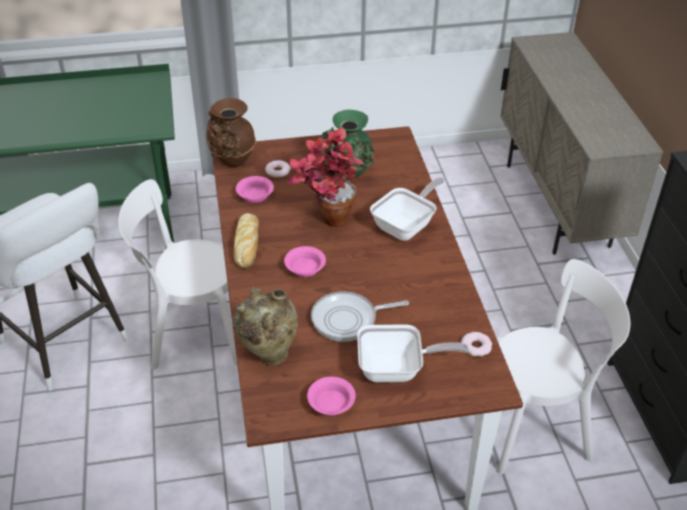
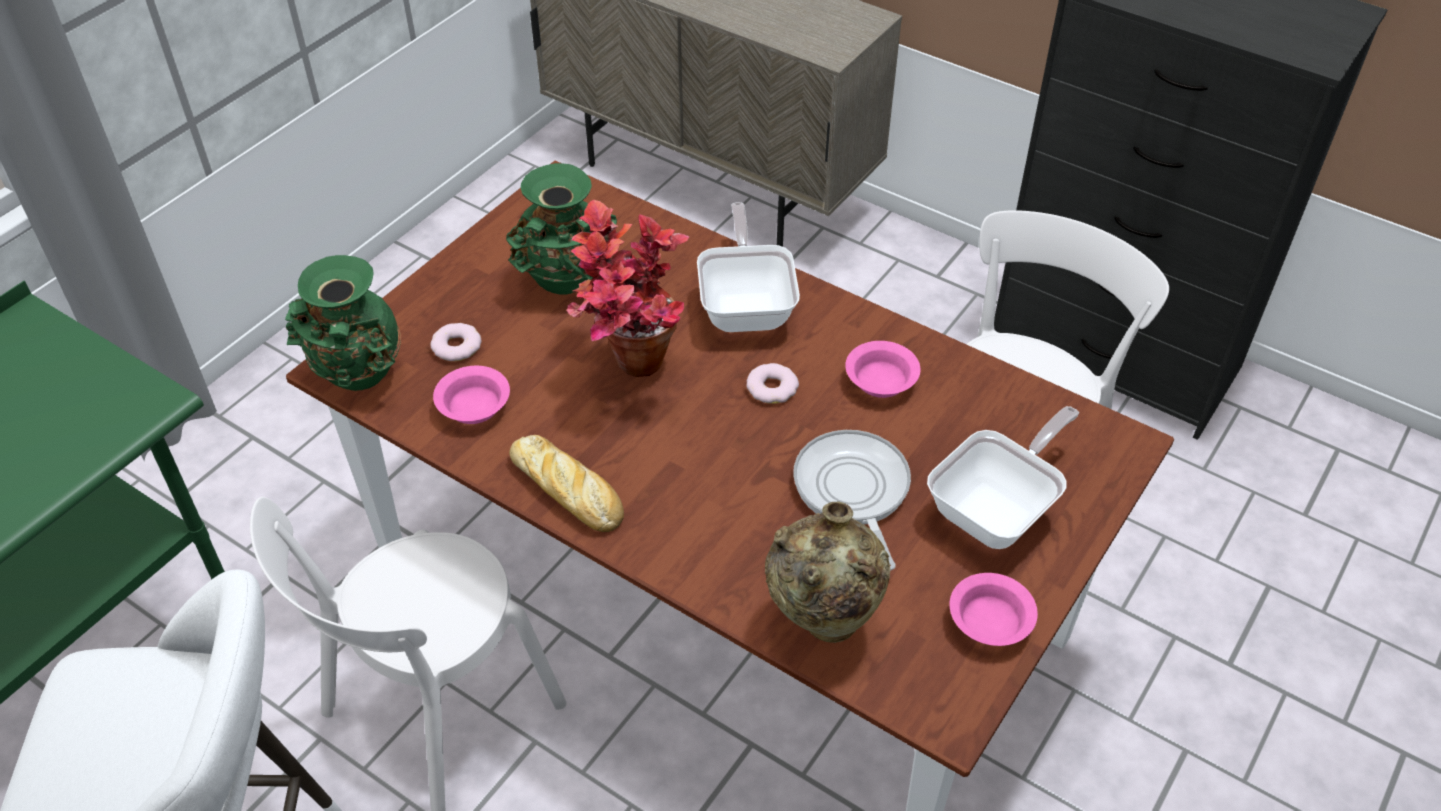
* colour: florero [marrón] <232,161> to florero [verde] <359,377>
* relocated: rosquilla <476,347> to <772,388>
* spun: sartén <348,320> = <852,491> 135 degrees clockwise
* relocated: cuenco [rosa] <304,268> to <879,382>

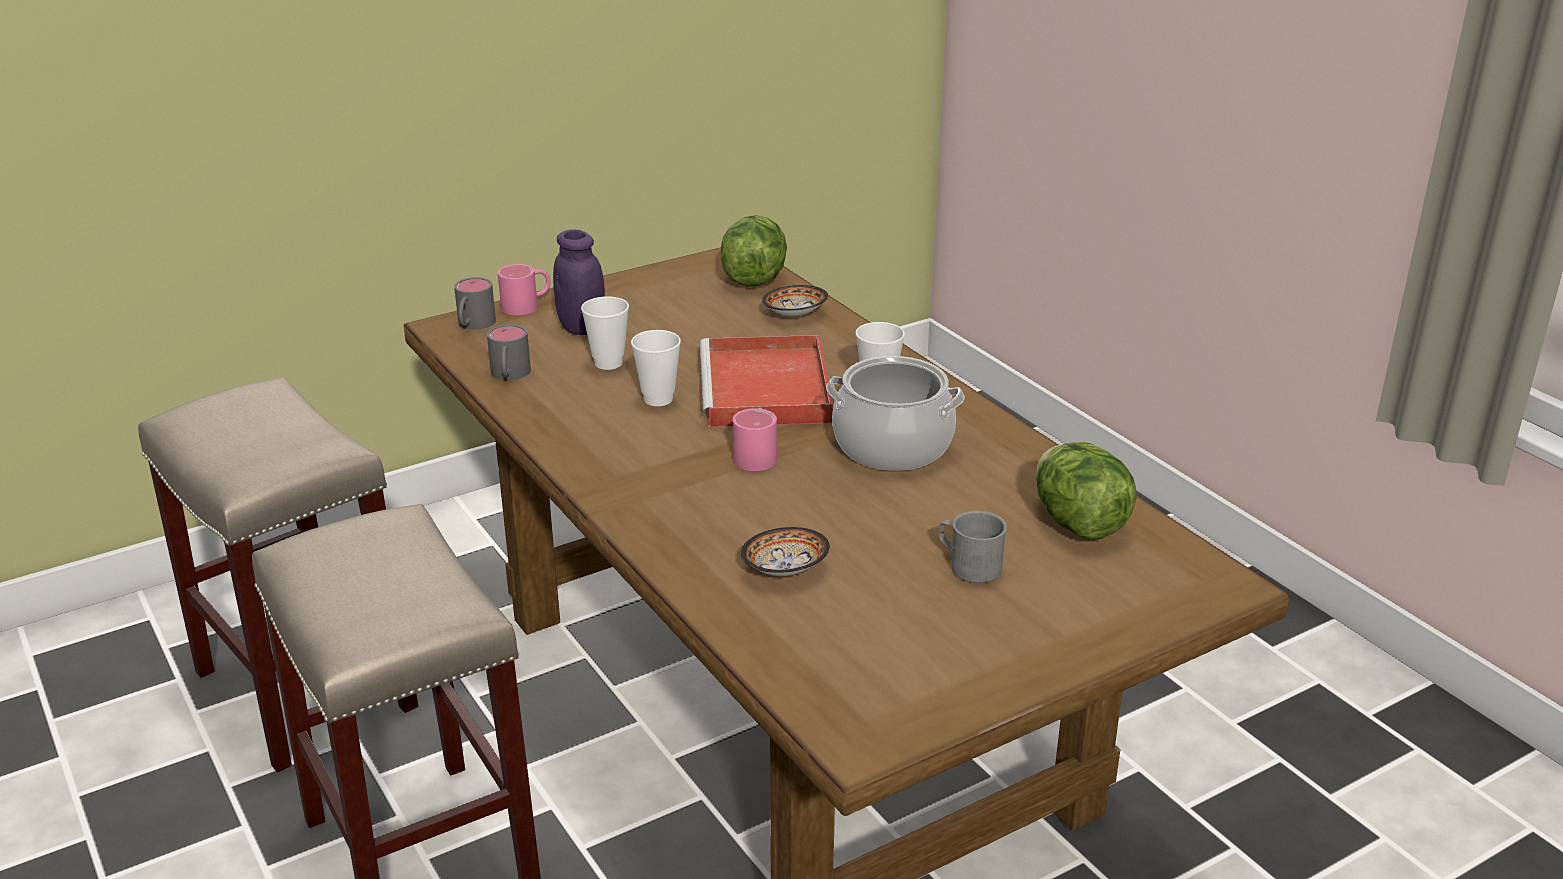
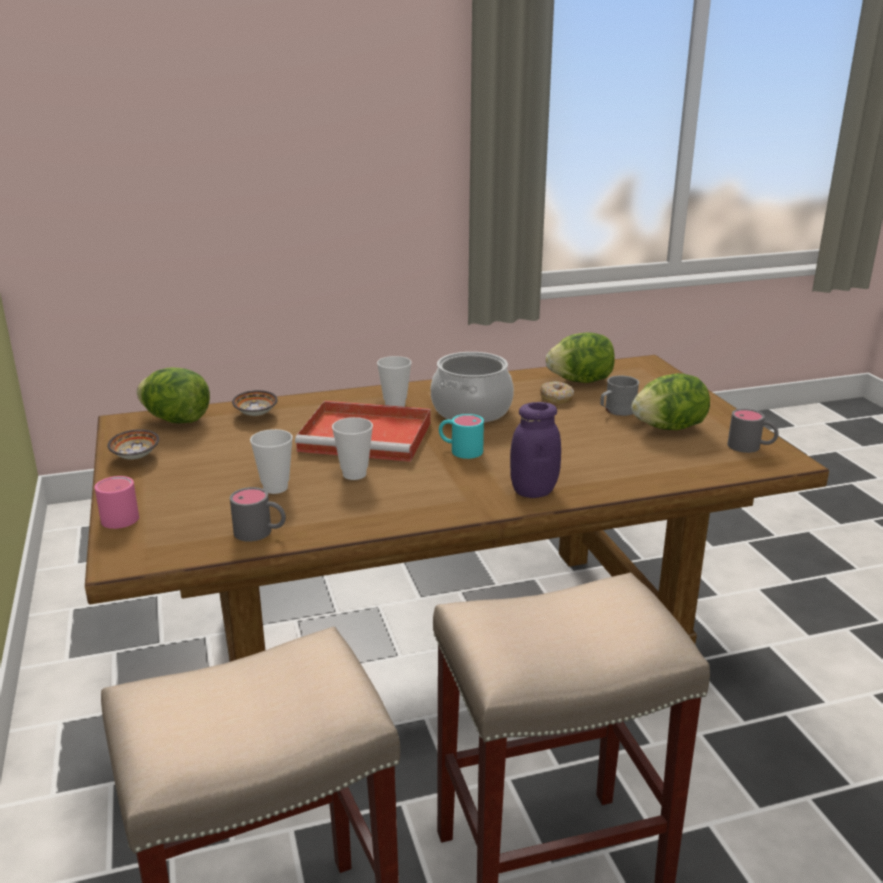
* relocated: cuenco <783,569> to <134,457>
* colour: taza grande [rosa] <756,454> to taza grande [turquesa] <460,450>
* relocated: tarro [morado] <581,328> to <533,491>
* appeared: rosquilla <557,398>
* appeared: lechuga <669,428>
* relocated: taza grande [gris] <473,325> to <751,447>

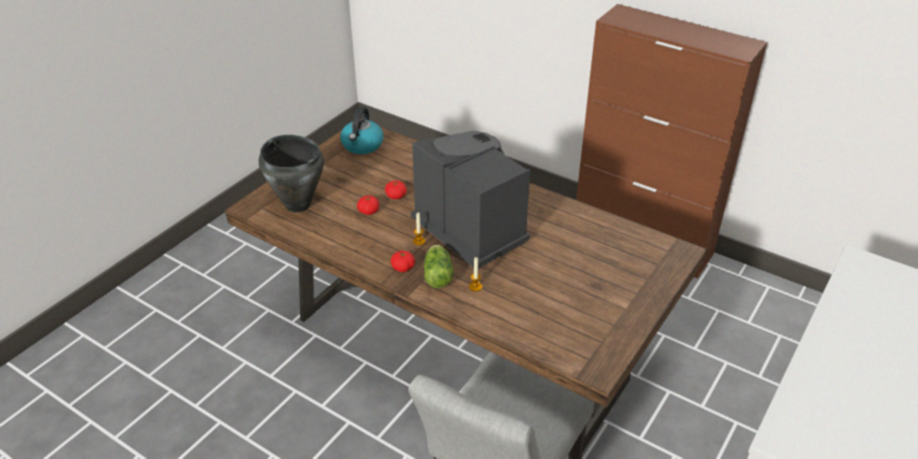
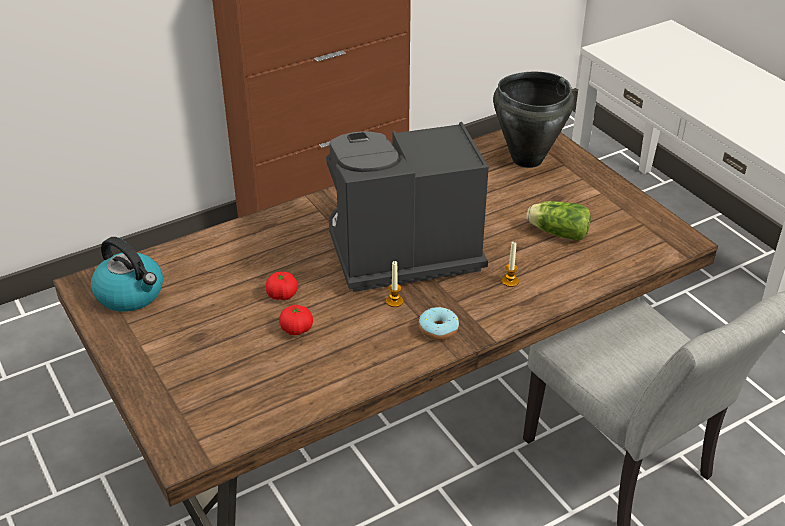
* exchanged: tomate <403,267> to rosquilla <438,329>
* relocated: olla [negro] <298,204> to <526,159>
* relocated: lechuga <438,274> to <556,232>

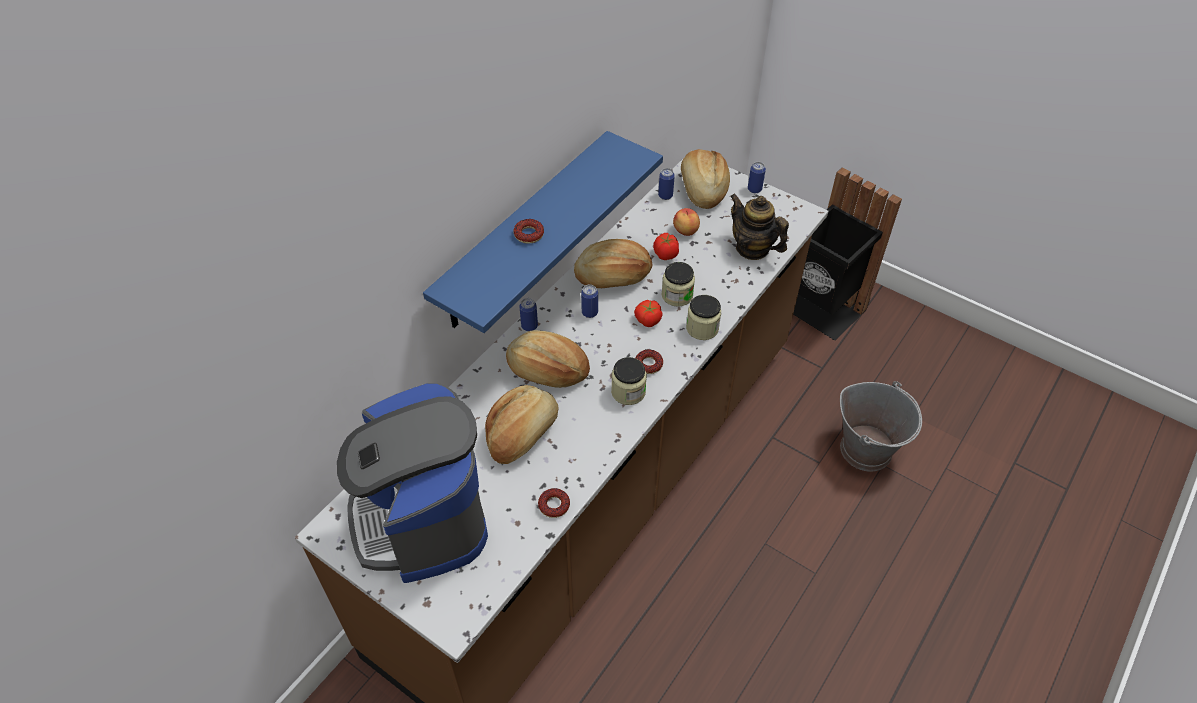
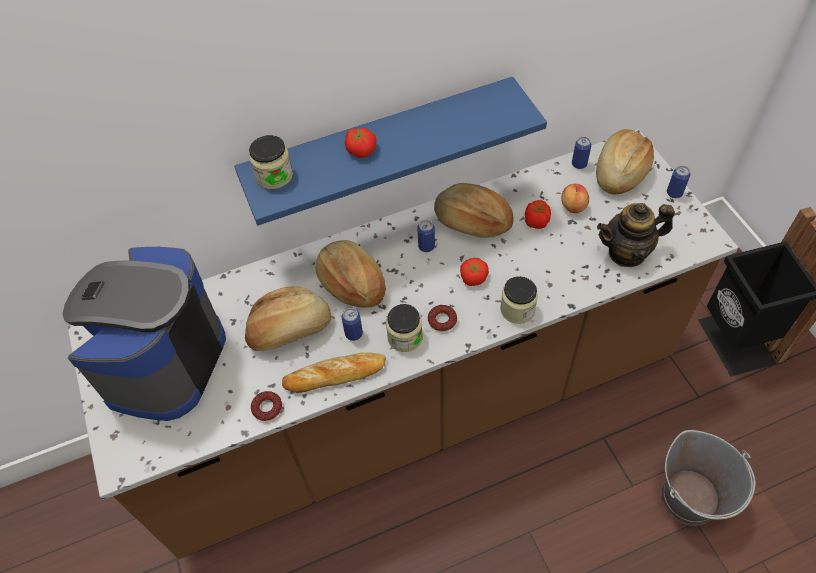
* relocated: tarro <677,295> to <274,176>
* appeared: pan <335,375>
* relocated: lata <529,326> to <354,334>
* exchanged: rosquilla <529,234> to tomate <361,149>
* spun: tetera <753,248> = <627,252> 90 degrees counterclockwise

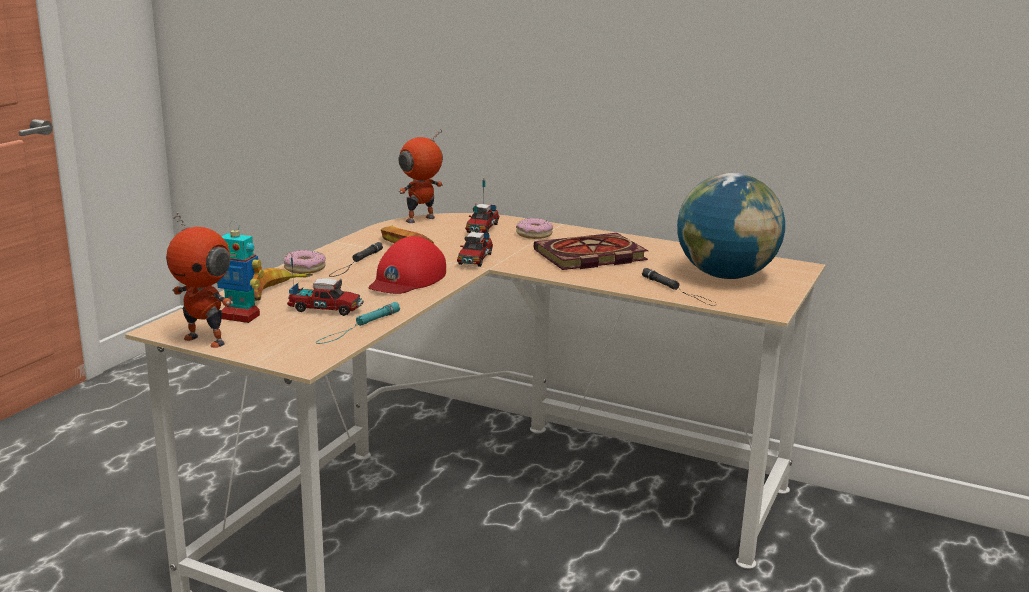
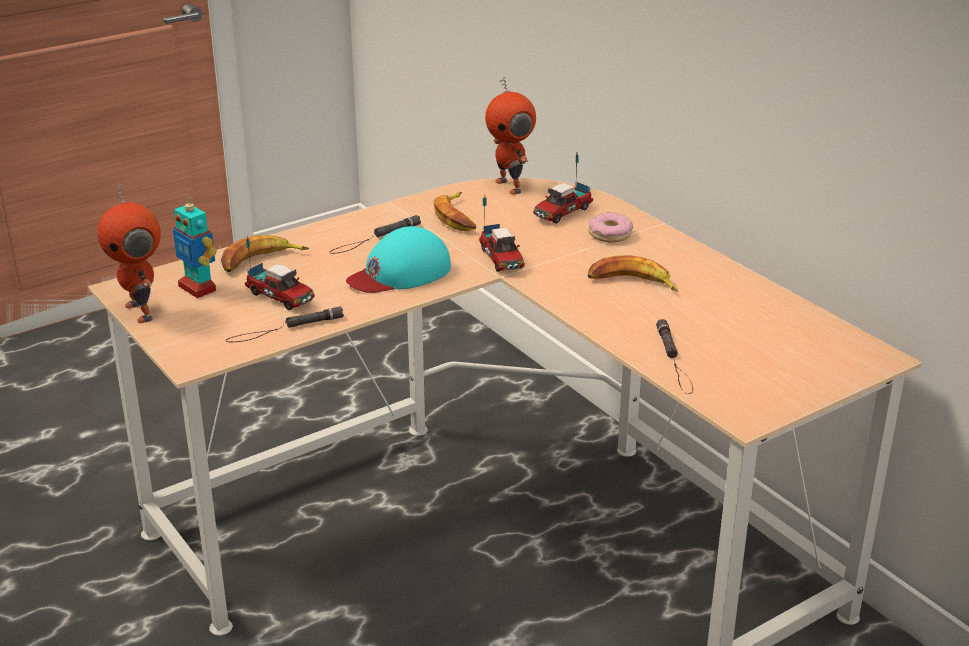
* colour: linterna [turquesa] <358,327> to linterna [negro] <285,329>
* colour: gorra [rojo] <407,279> to gorra [turquesa] <400,273>
* spun: camión de juguete <475,259> = <501,259> 60 degrees counterclockwise
* spun: robot de juguete <421,220> = <510,186> 105 degrees counterclockwise
* exchanged: libro <588,257> to plátano <632,283>
* missing: rosquilla <305,268>
* missing: globo terráqueo <725,276>

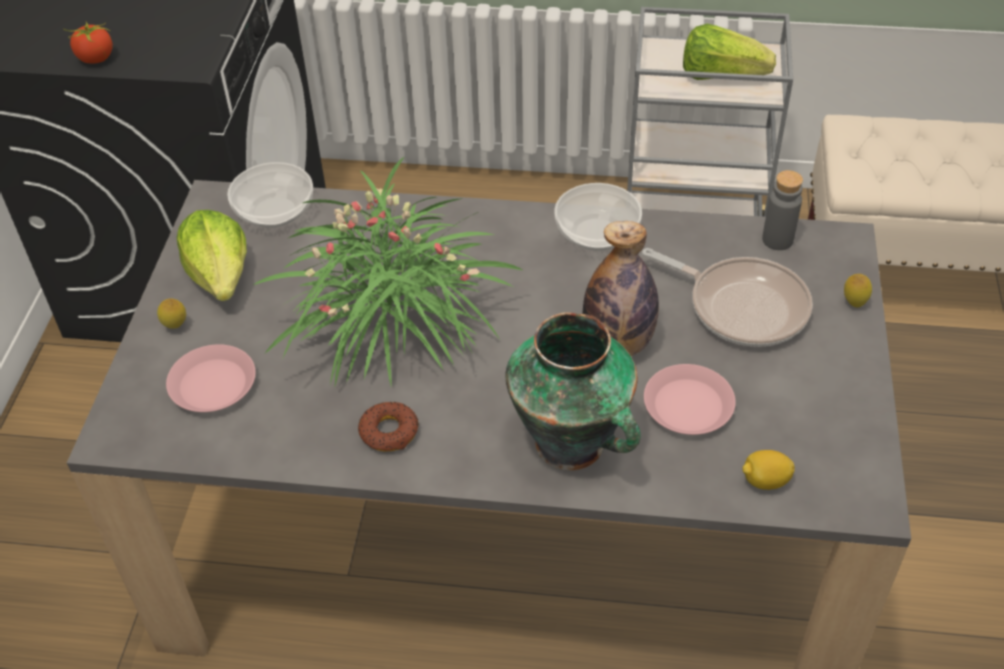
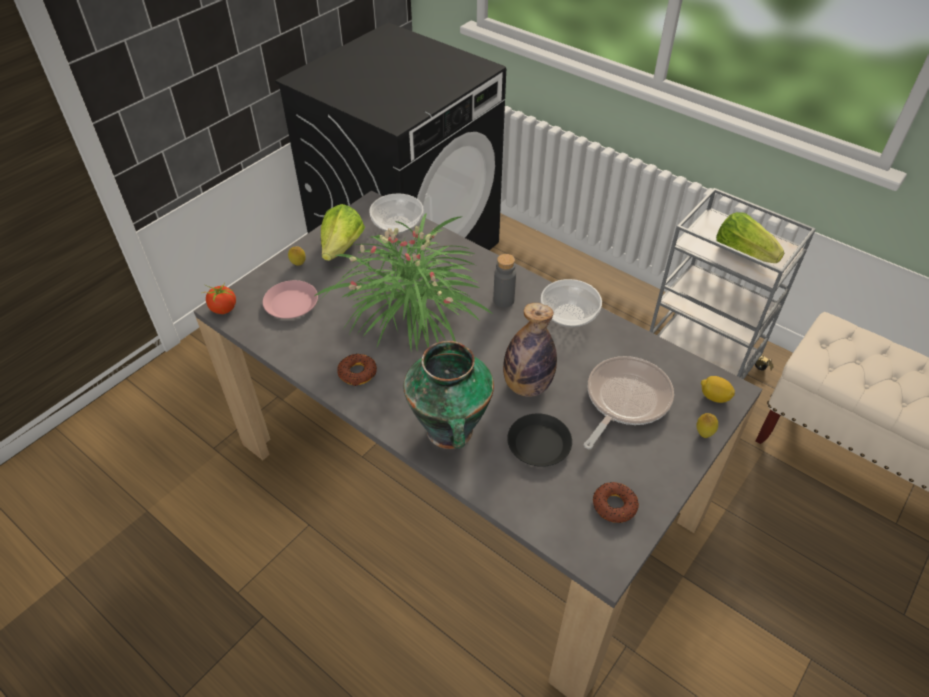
* relocated: tomate <95,59> to <223,309>
* relocated: botella [gris] <777,240> to <503,300>
* colour: plato [rosa] <688,405> to plato [negro] <539,443>
* spun: sartén <741,306> = <625,400> 120 degrees counterclockwise
* appeared: rosquilla <614,505>
* relocated: limón <765,481> to <714,397>

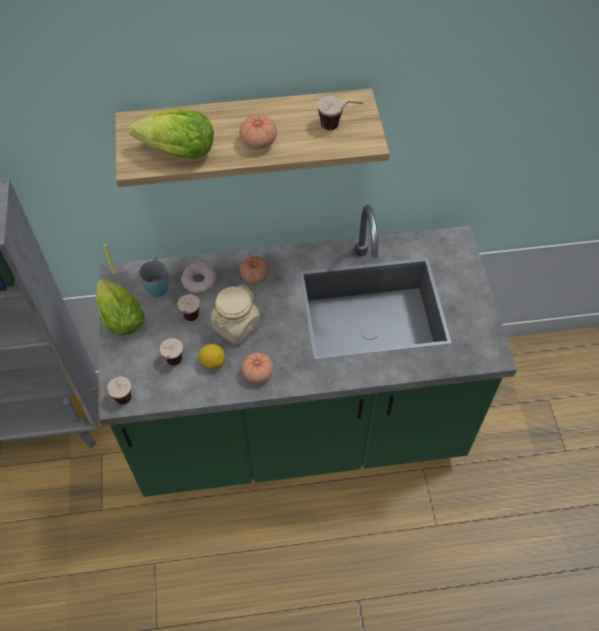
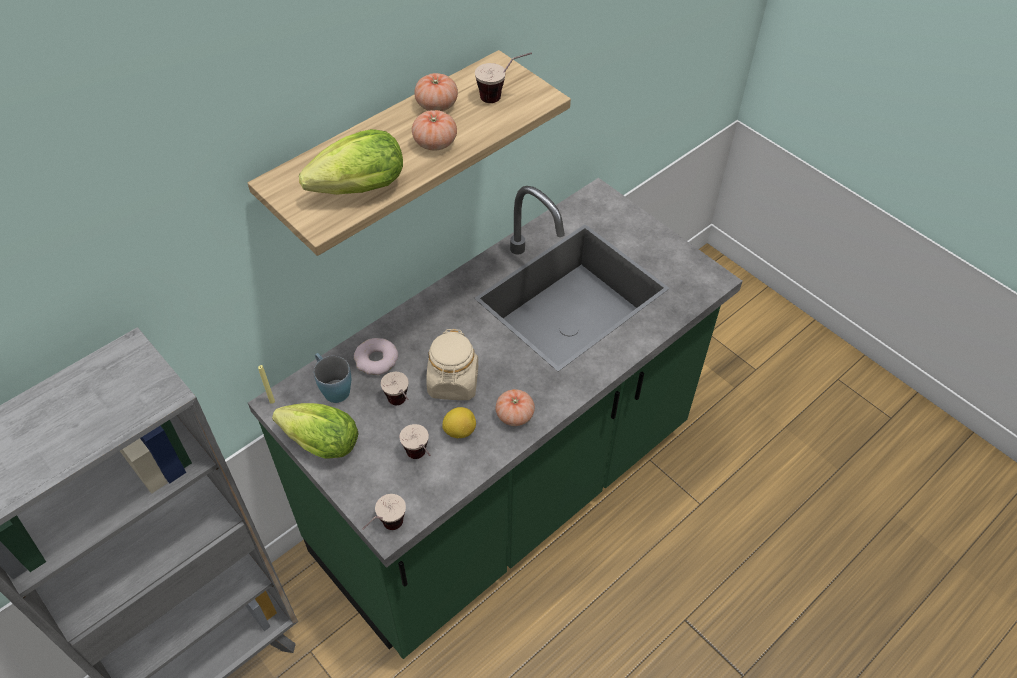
* relocated: tomate <255,276> to <437,105>

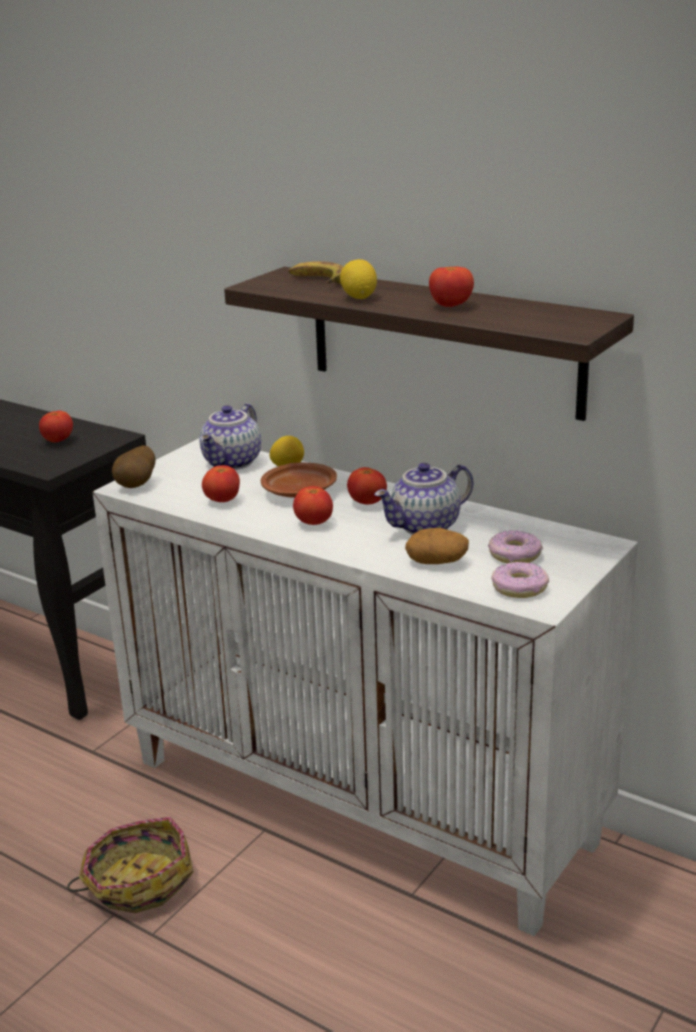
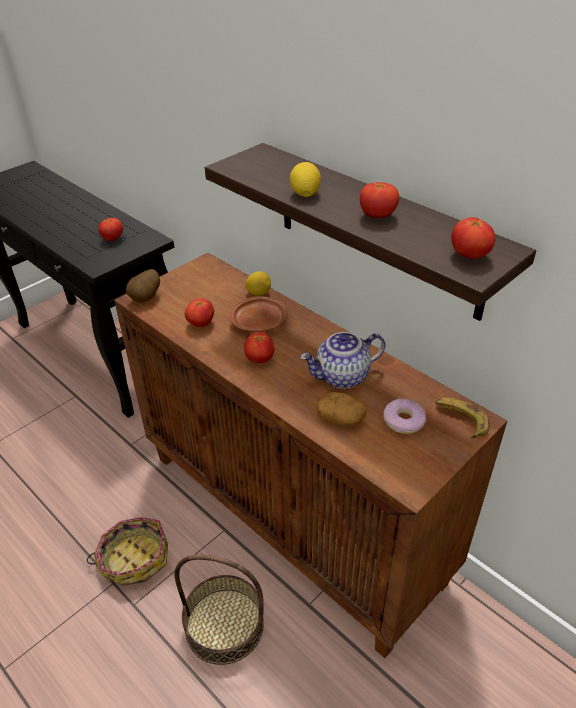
* colour: armario [blanco] <363,800> to armario [marrón] <294,516>
* appeared: cesta <224,625>
* relocated: plátano <317,280> to <460,420>
* relocated: tomate <367,503> to <469,256>
* missing: tetera <233,463>
* missing: rosquilla <519,588>

